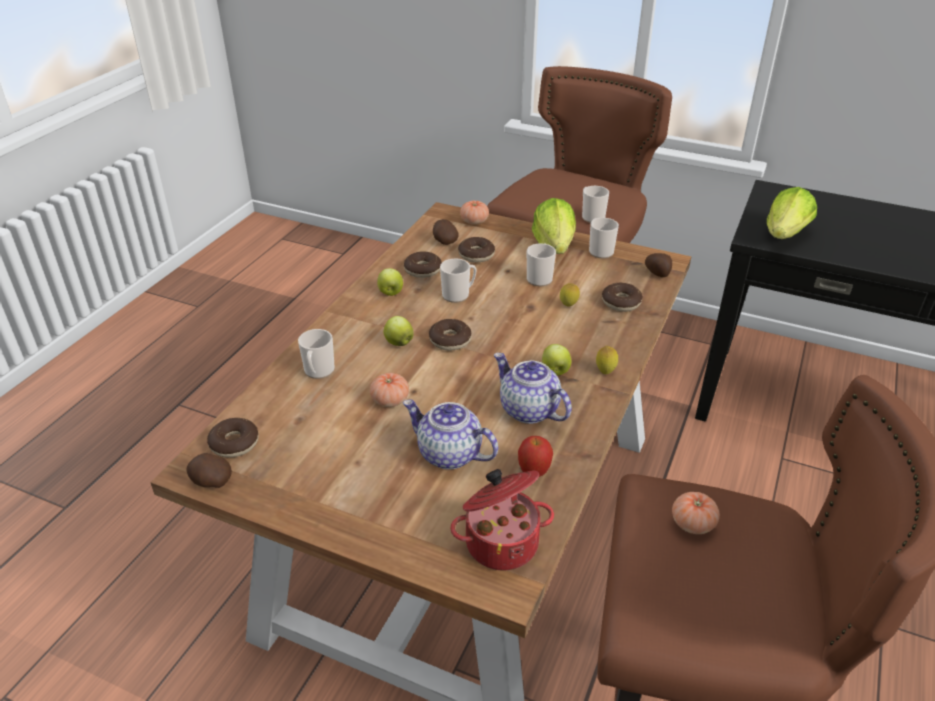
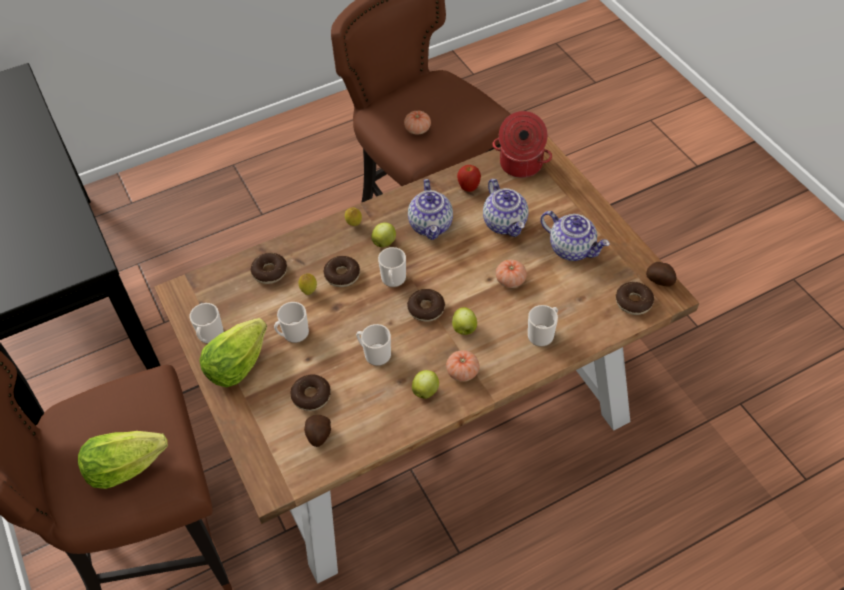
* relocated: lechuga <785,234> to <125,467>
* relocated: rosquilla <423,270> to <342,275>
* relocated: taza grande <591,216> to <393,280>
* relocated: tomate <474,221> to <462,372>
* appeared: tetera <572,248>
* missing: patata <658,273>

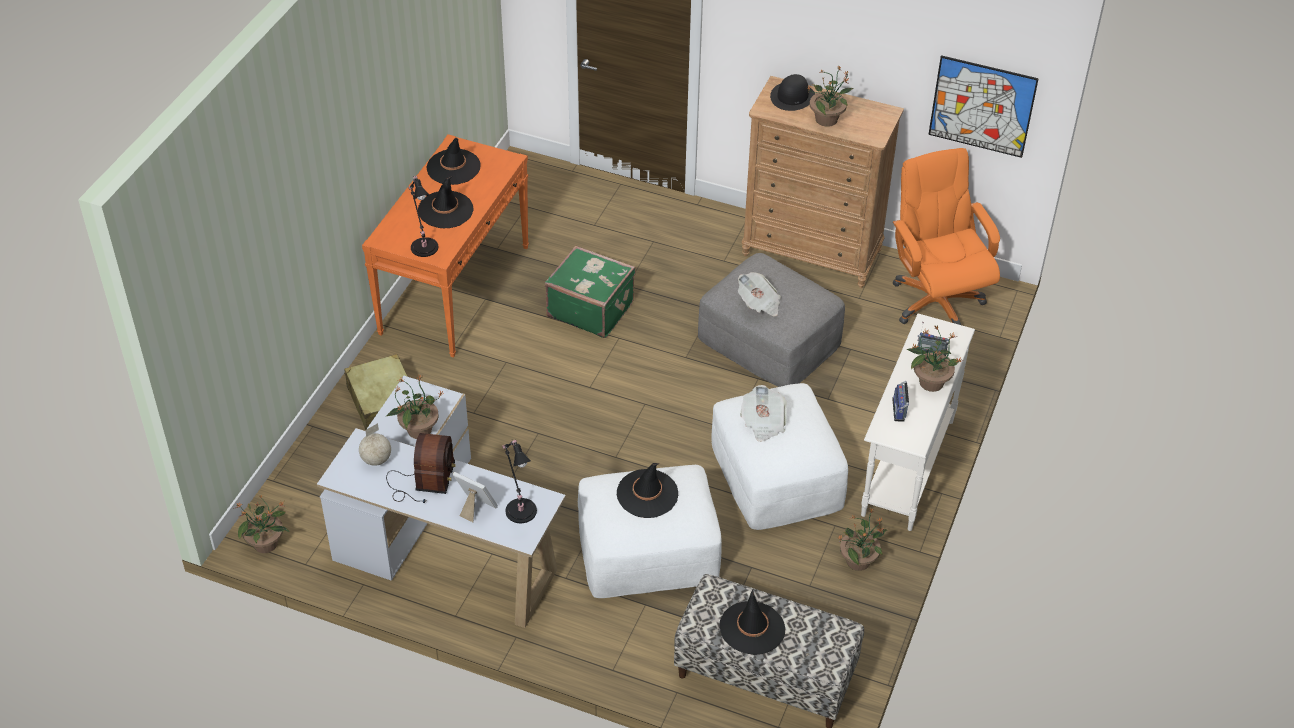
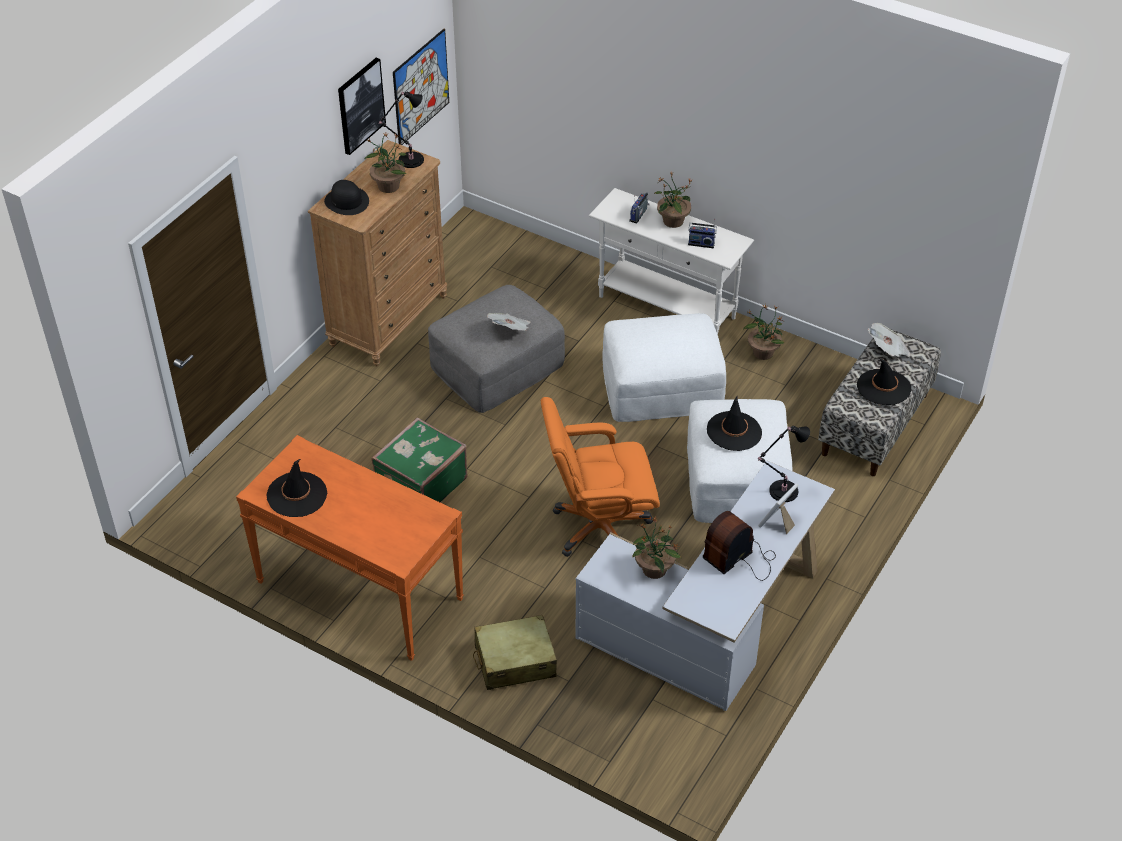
* appeared: cuadro <360,105>
* relocated: lámpara de mesa [negro] <424,246> to <409,160>
* relocated: silla de oficina [naranja] <935,302> to <599,528>
* spun: radio <422,481> = <740,558> 60 degrees counterclockwise
* relocated: periódico <763,423> to <888,350>
* missing: planta en maceta <266,544>
* missing: globo terráqueo <377,460>
* missing: sombrero [negro] <445,210>

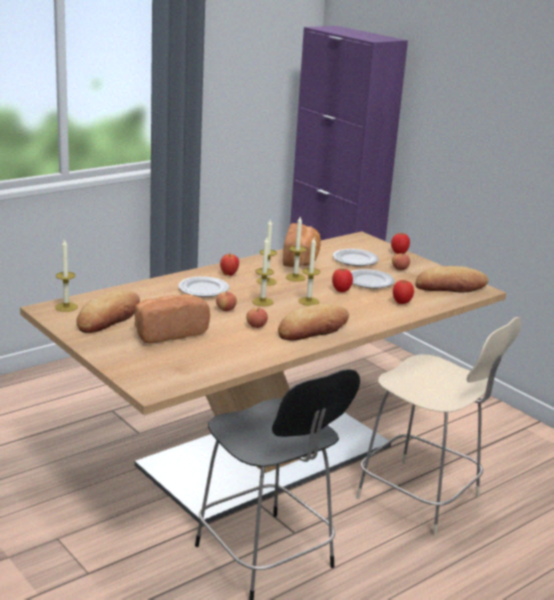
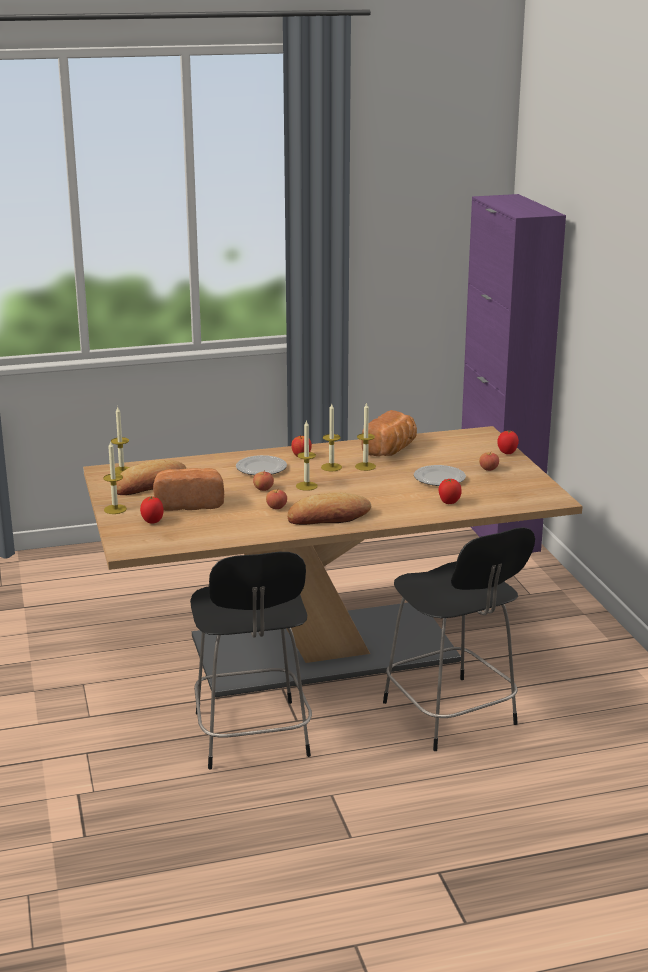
* relocated: vela <308,301> to <115,509>
* relocated: tomate <341,291> to <152,522>
* colour: silla [beis] <422,499> to silla [negro] <452,716>
* missing: plato <354,260>
* missing: pan <450,286>

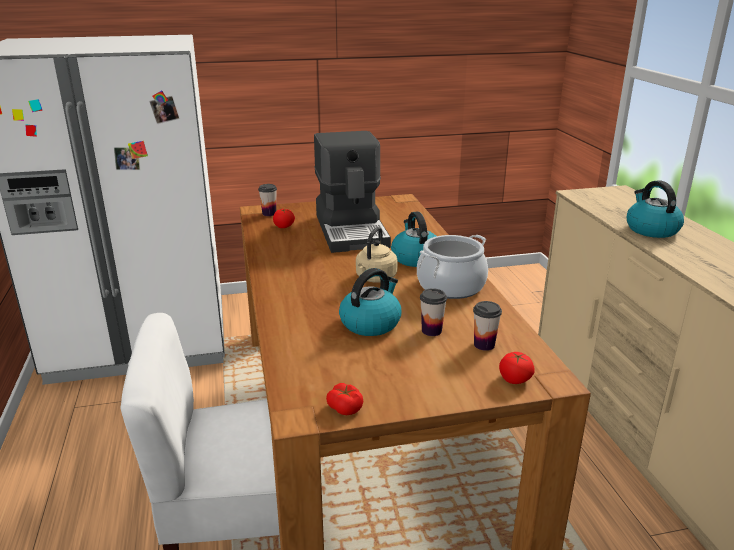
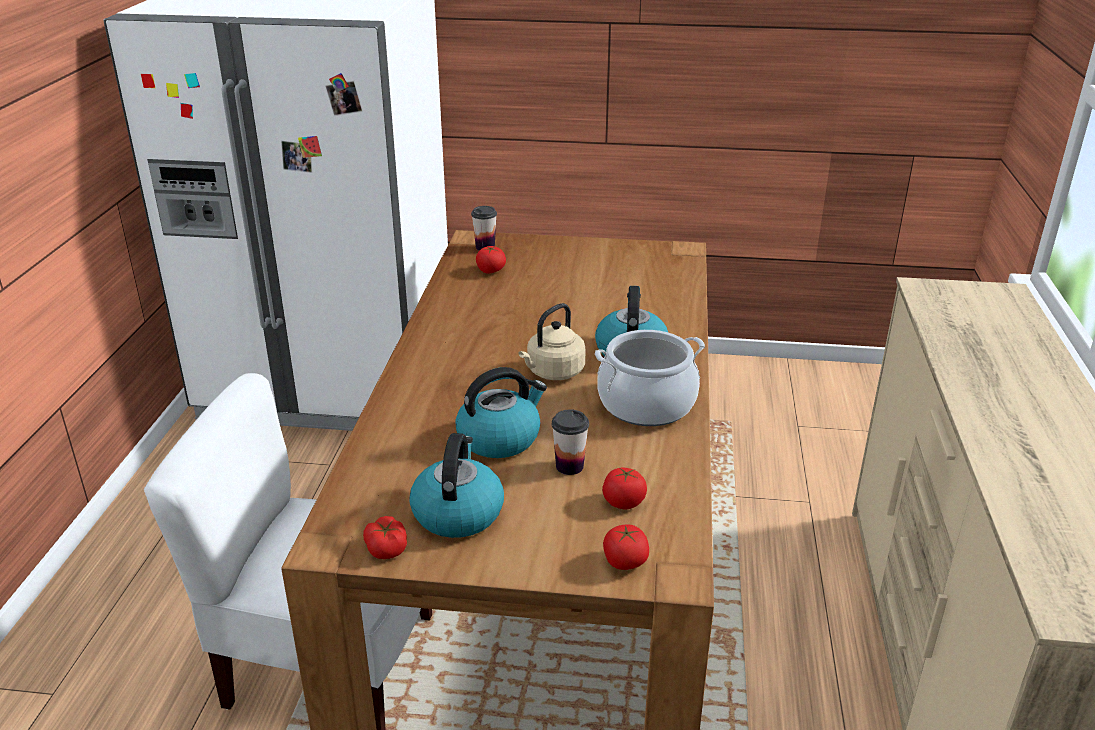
* relocated: hervidor <651,229> to <457,512>
* exchanged: taza <484,345> to tomate <623,502>
* missing: cafetera <352,230>

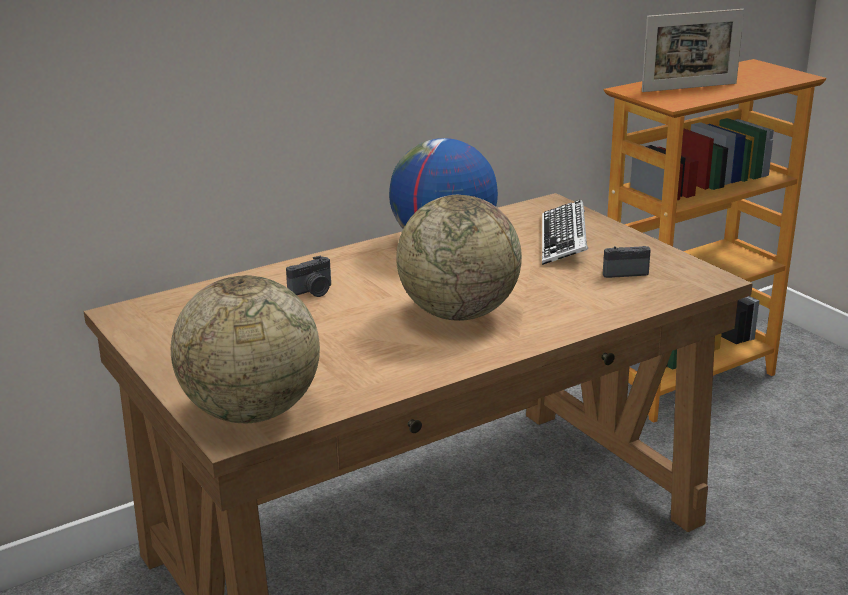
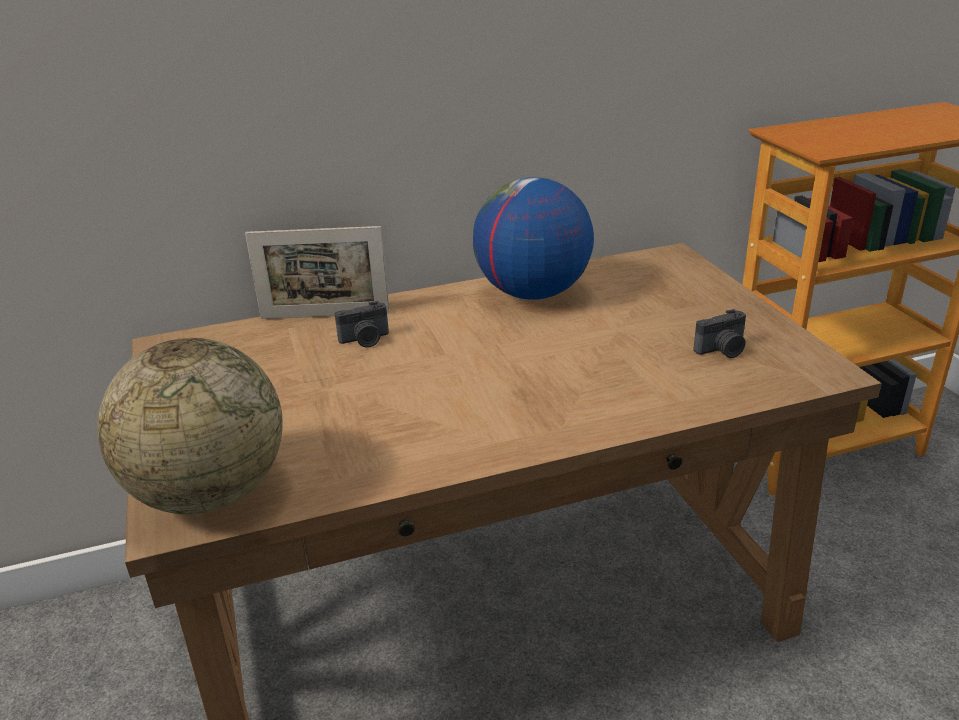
* relocated: portarretratos <689,87> to <325,316>
* spun: cámara <623,272> = <722,350> 150 degrees clockwise
* missing: globo terráqueo <458,313>
* missing: teclado <564,240>

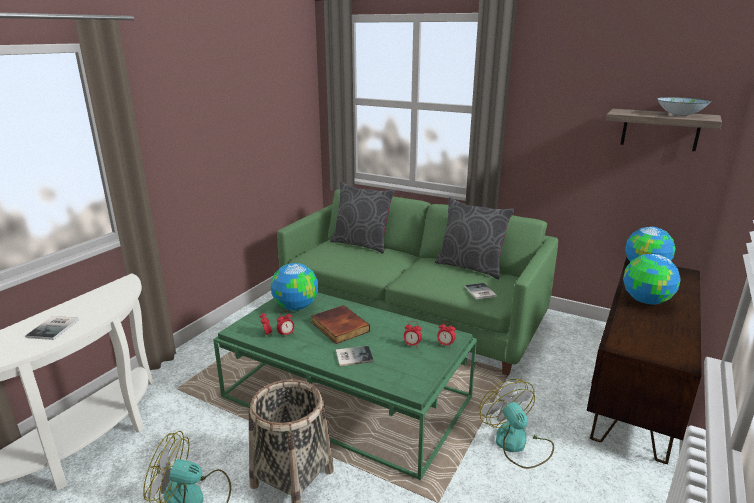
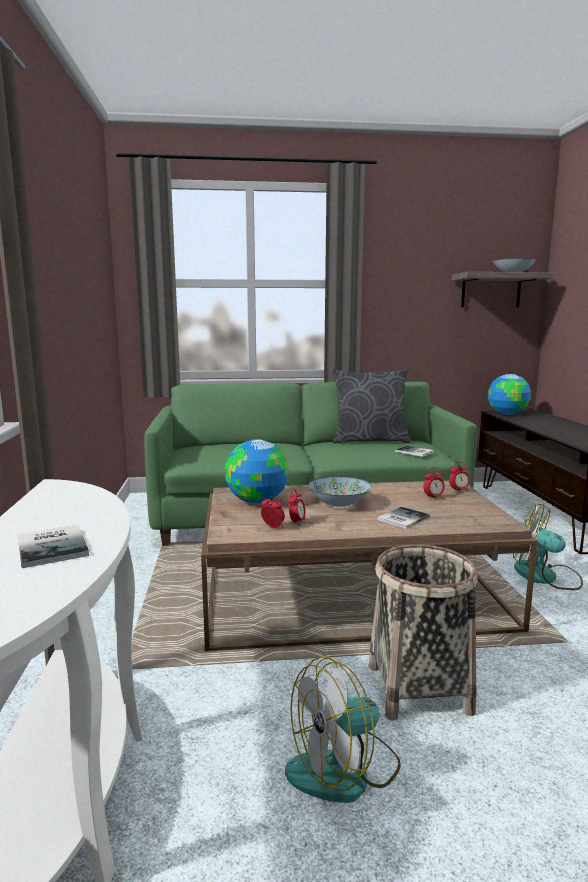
* colour: mesa de centro [verde] <347,397> to mesa de centro [marrón] <353,597>
* exchanged: libro <339,327> to cuenco <338,503>
* missing: cojín [gris] <361,244>
* missing: globo terráqueo <646,301>

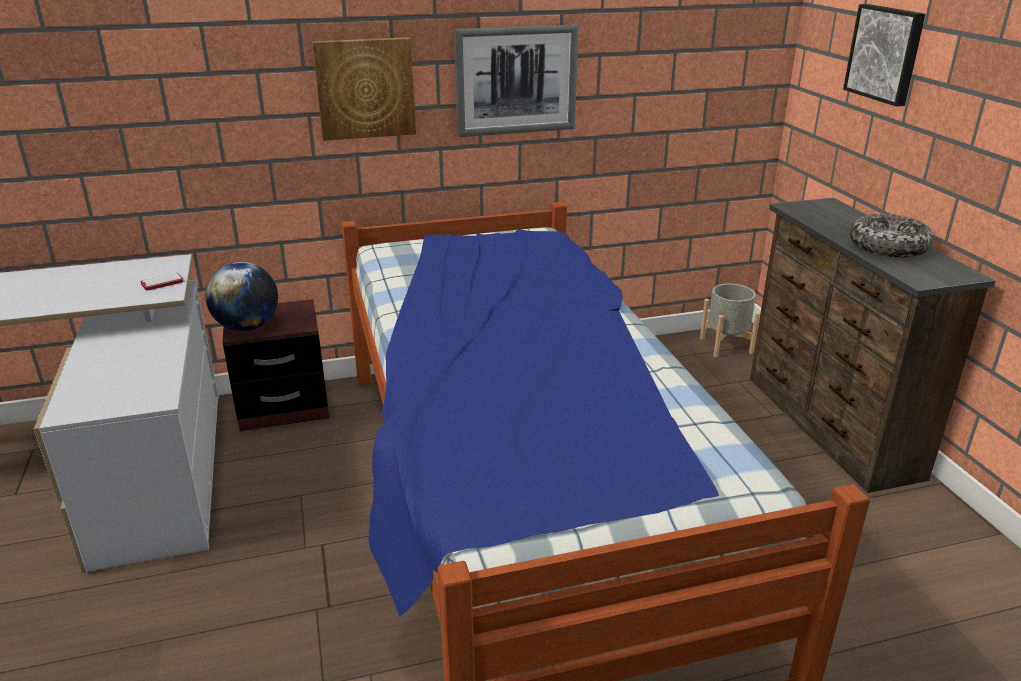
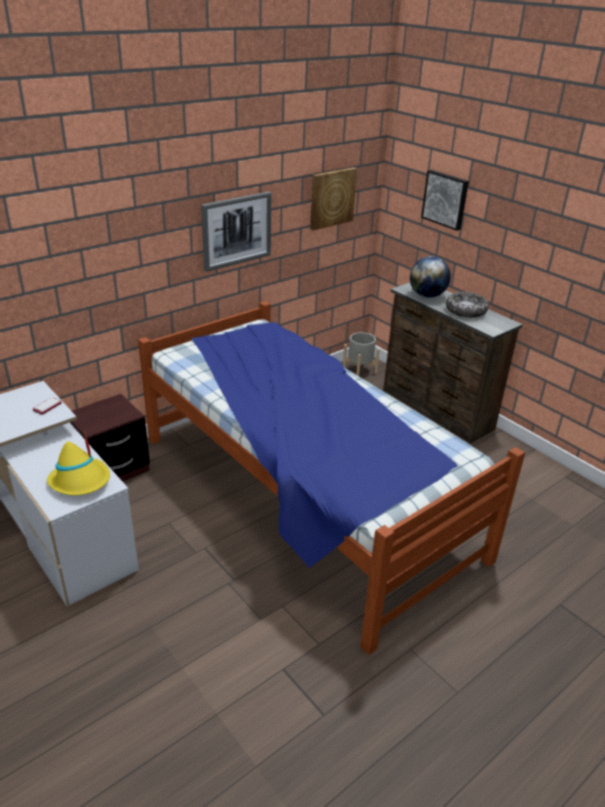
* appeared: sombrero [amarillo] <81,481>
* relocated: cuadro <365,88> to <331,198>
* relocated: globo terráqueo <247,327> to <427,295>

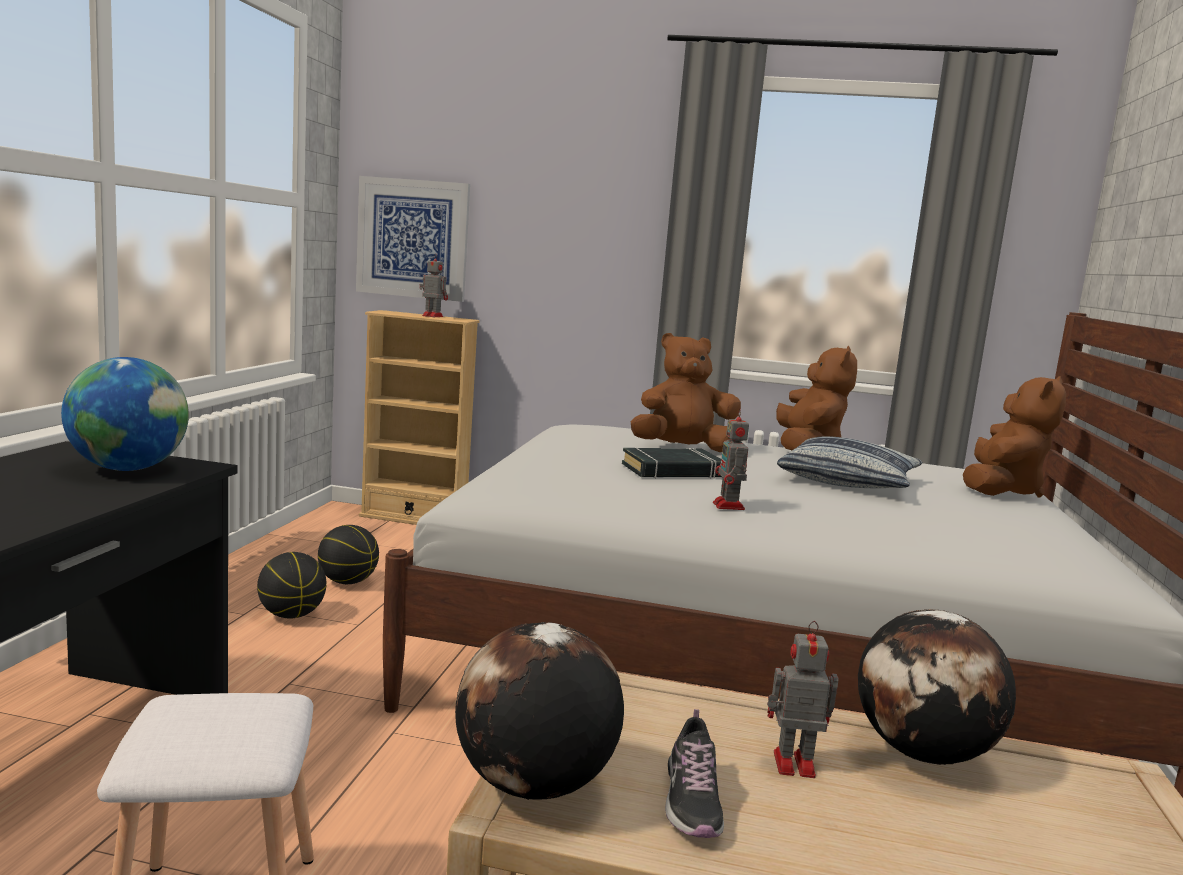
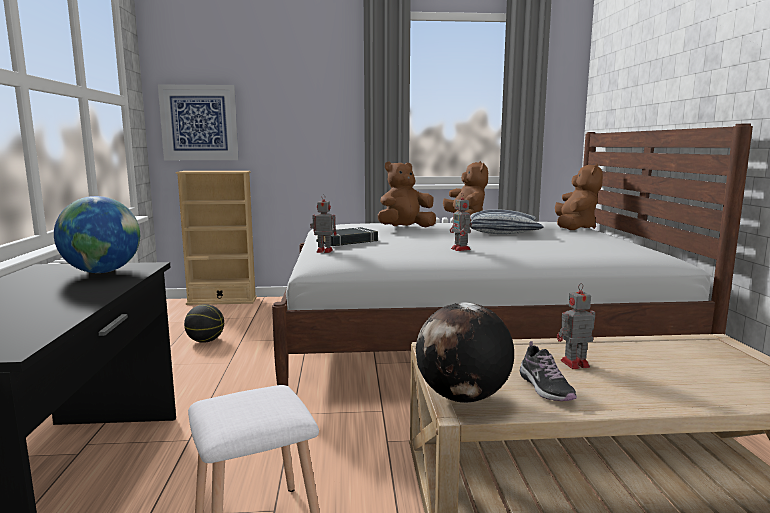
* relocated: robot de juguete <431,316> to <323,251>
* relocated: libro [negro] <672,471> to <347,241>
* missing: balón de baloncesto <292,615>
* missing: globo terráqueo <923,754>

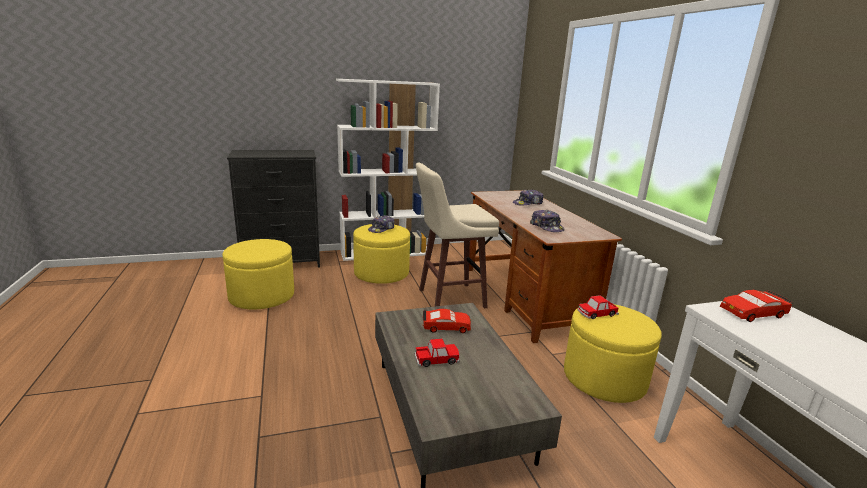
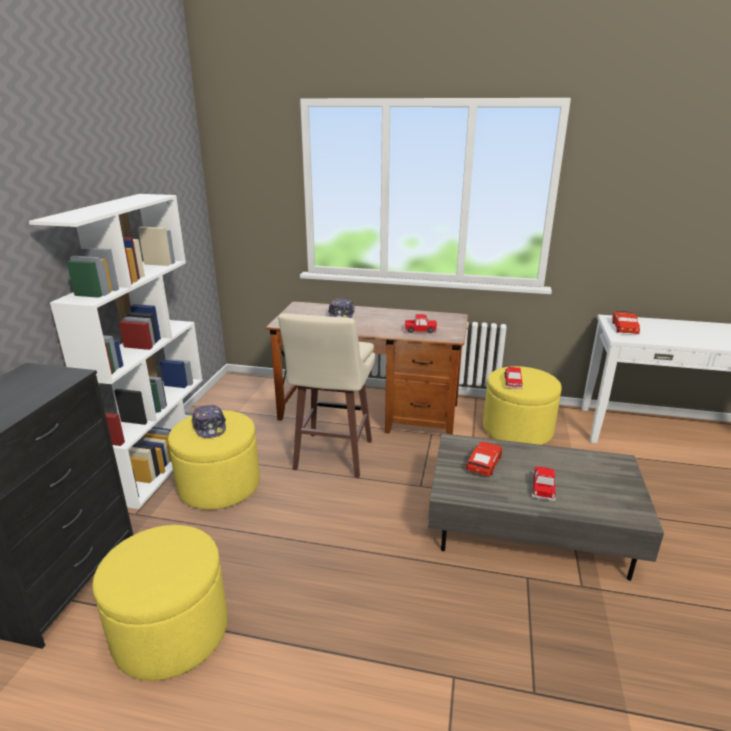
* exchanged: gorra <547,227> to coche de juguete <420,330>

